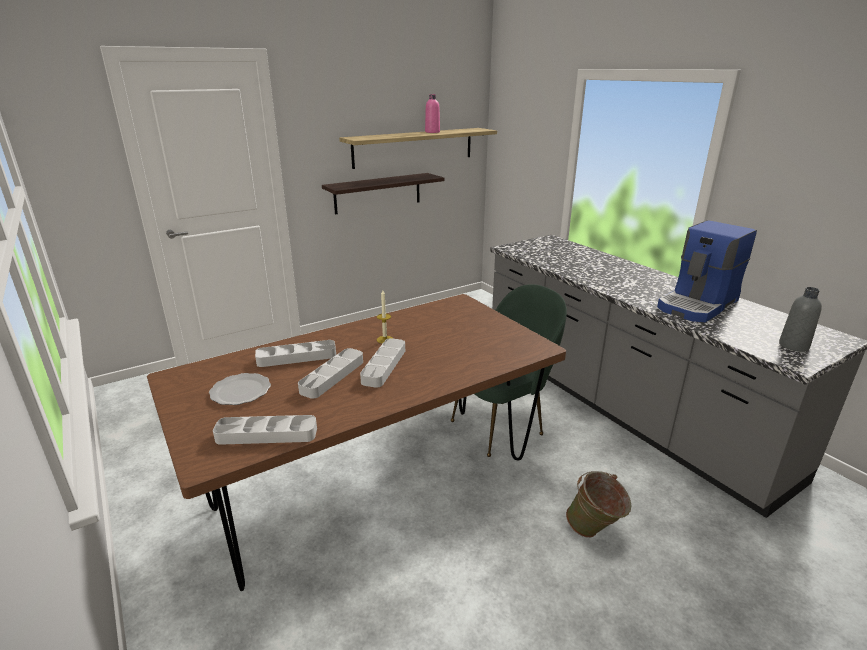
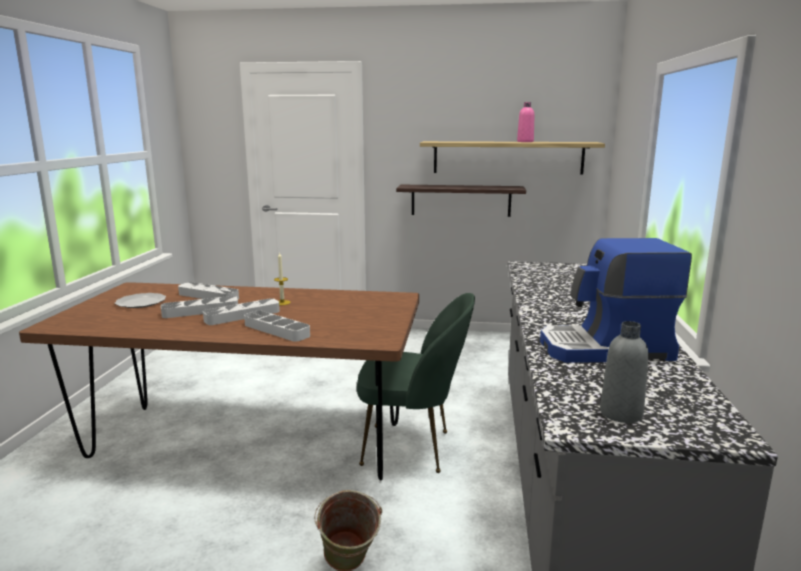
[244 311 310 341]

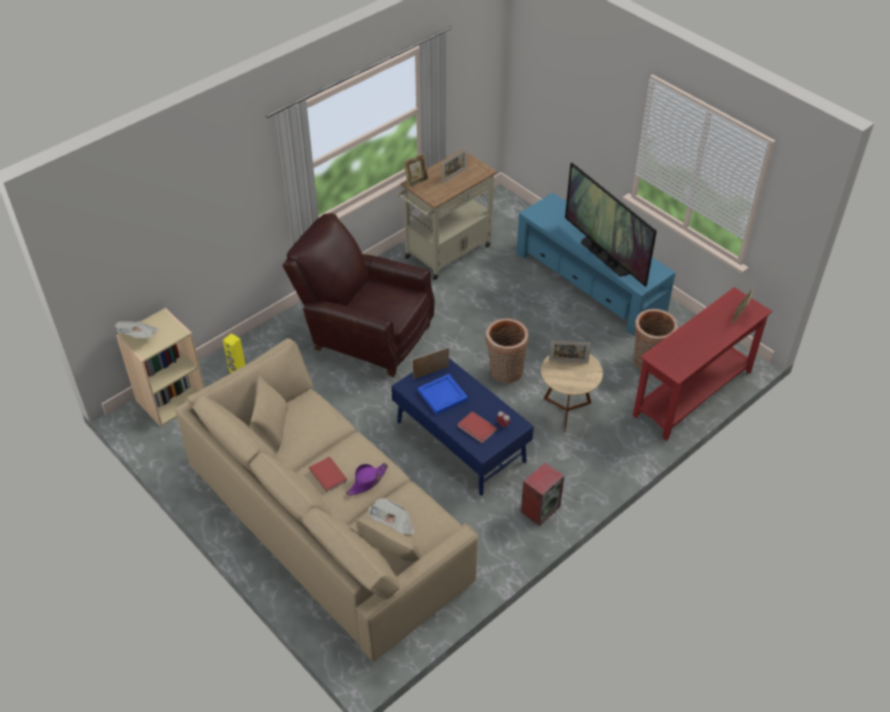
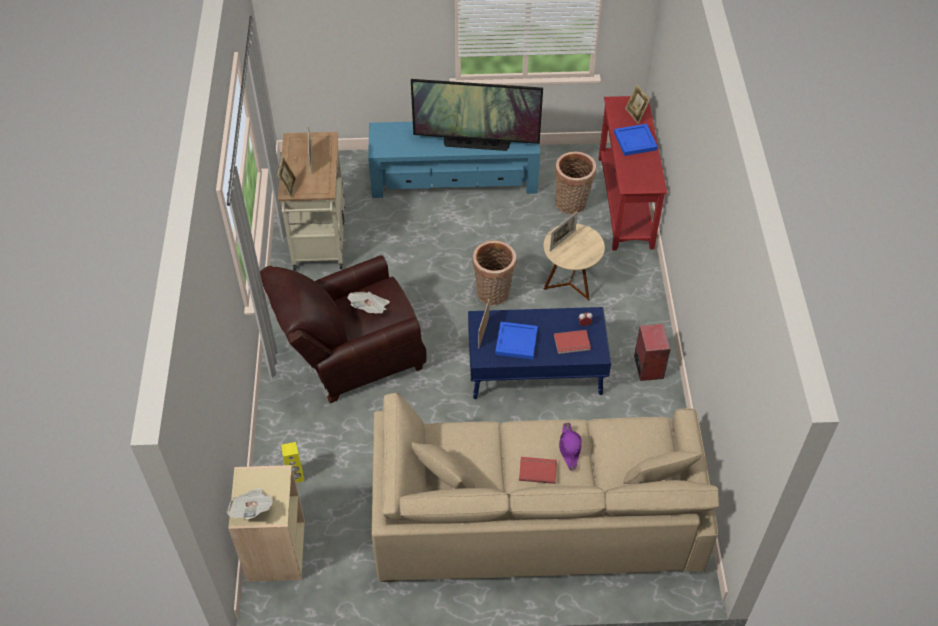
[348 292 390 314]
[614 124 658 156]

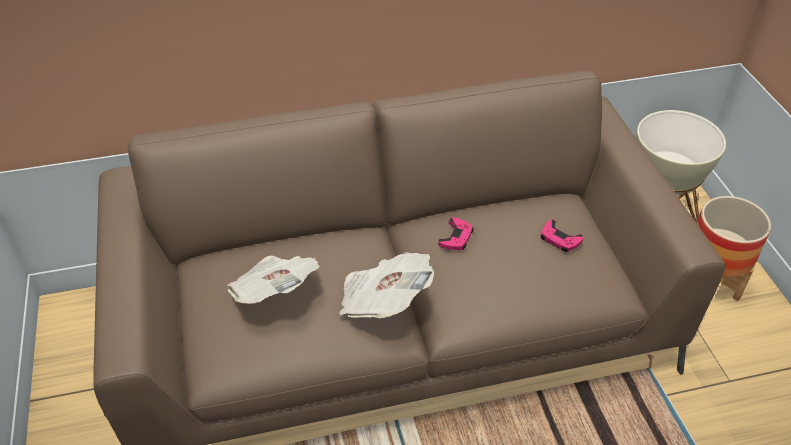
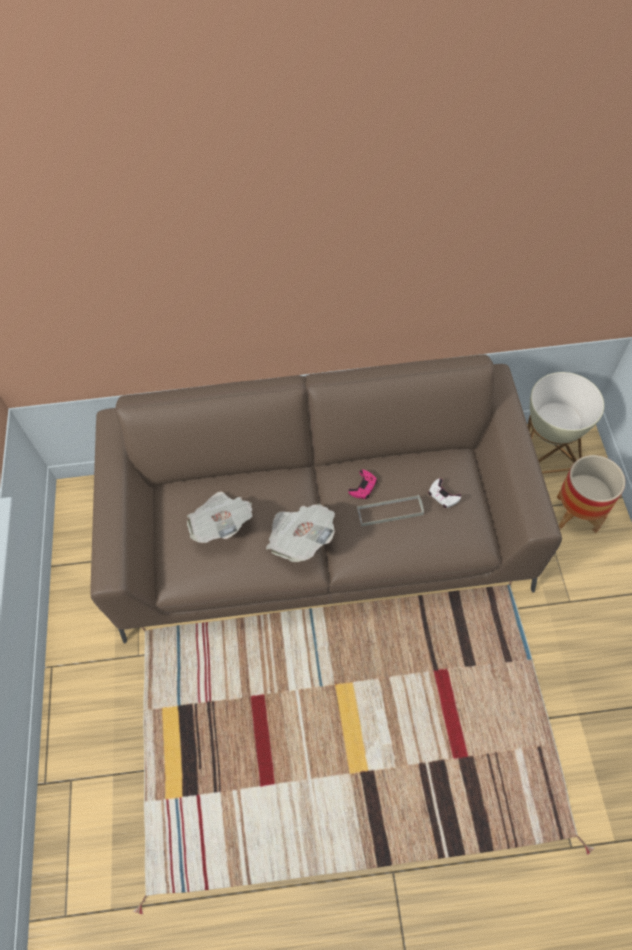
[428 478 461 508]
[357 495 424 526]

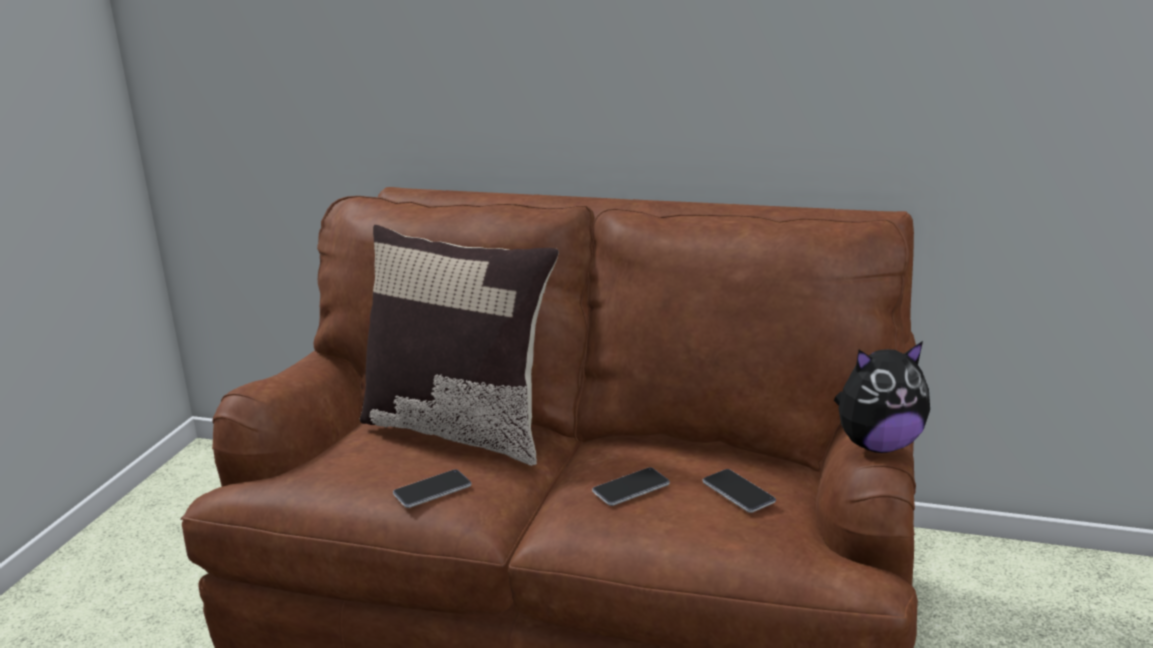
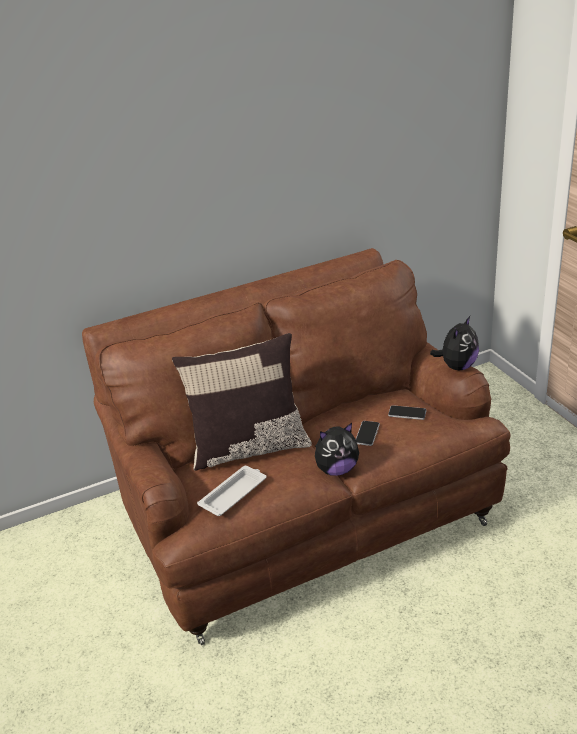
[393 469 471 508] (first image)
[315 423 359 476]
[197 466 266 516]

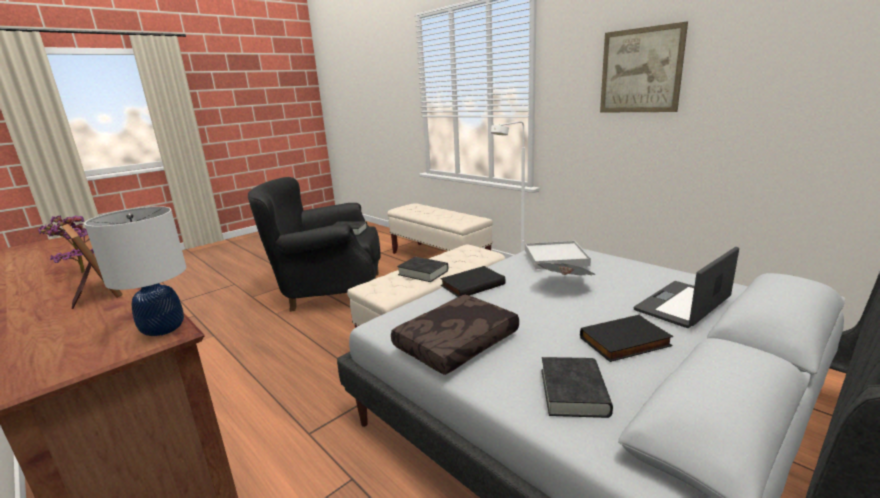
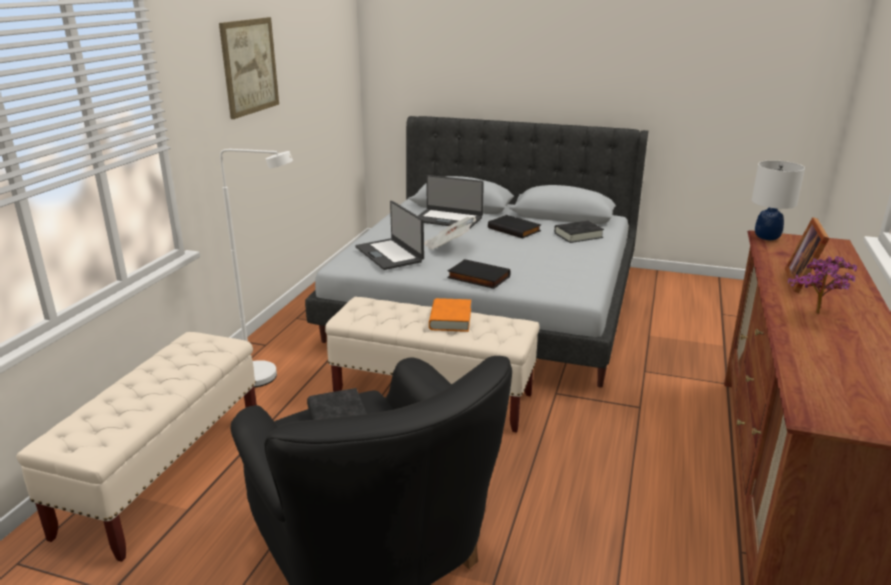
[355 201 424 270]
[429 298 471 332]
[391 295 519 375] (first image)

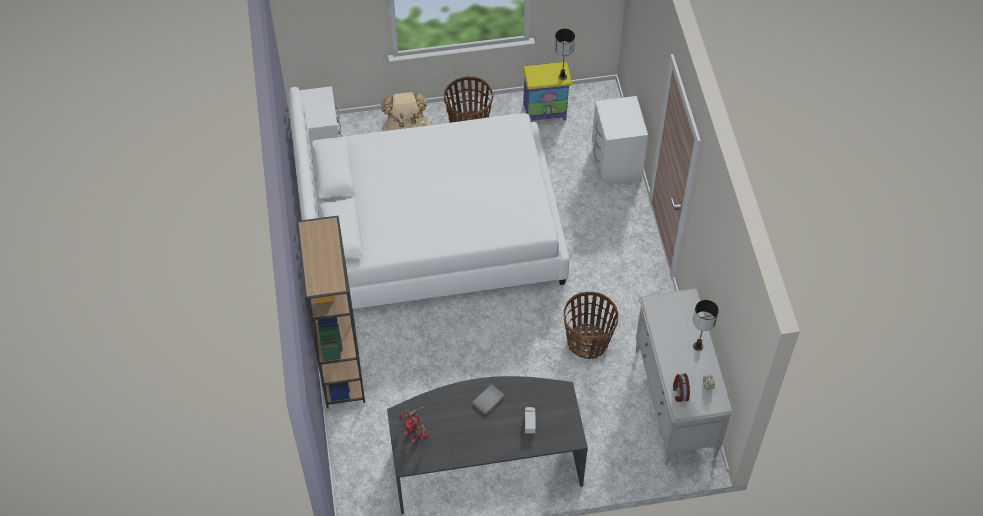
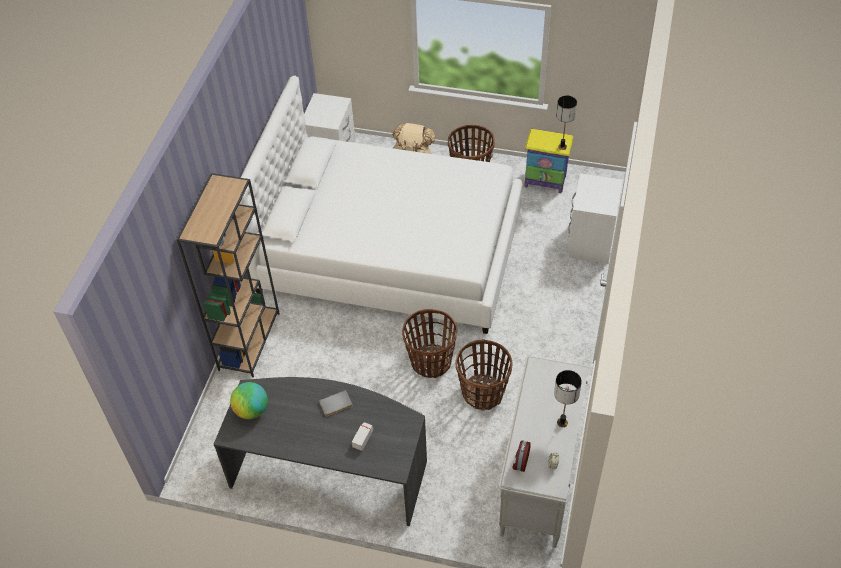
[230 382 268 419]
[402 309 457 378]

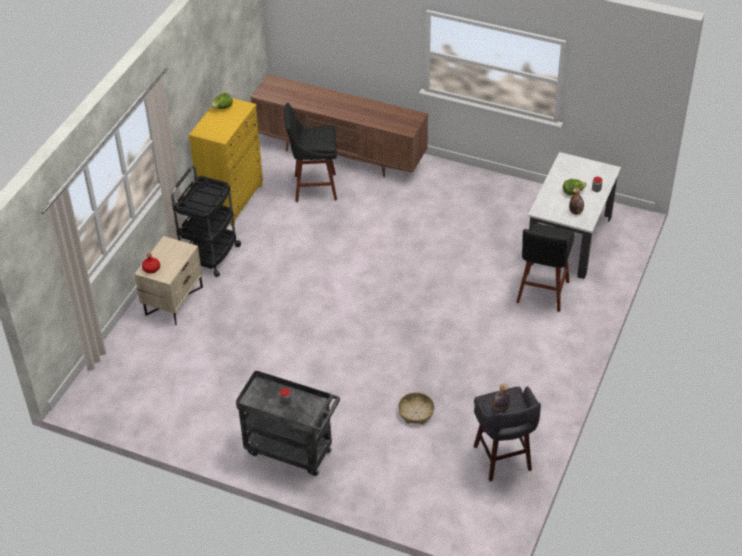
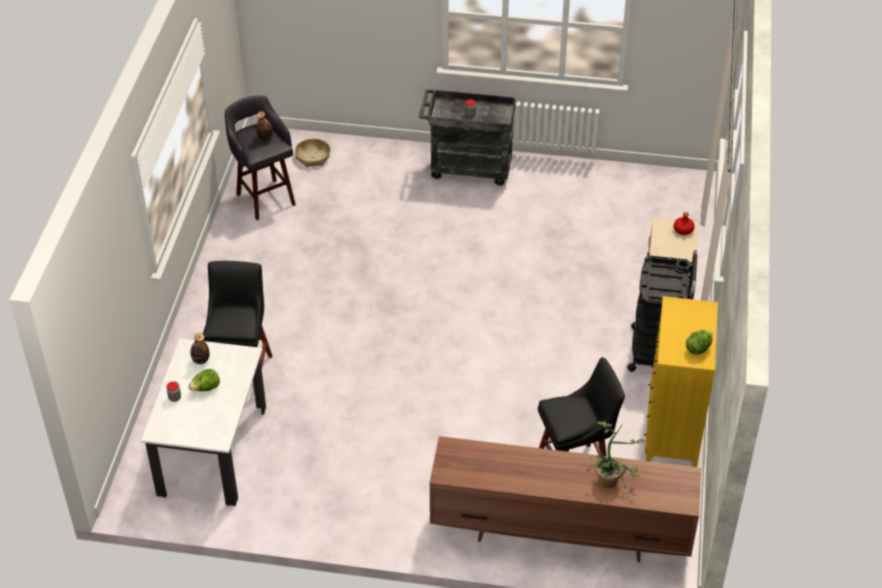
[295 139 330 167]
[587 421 645 489]

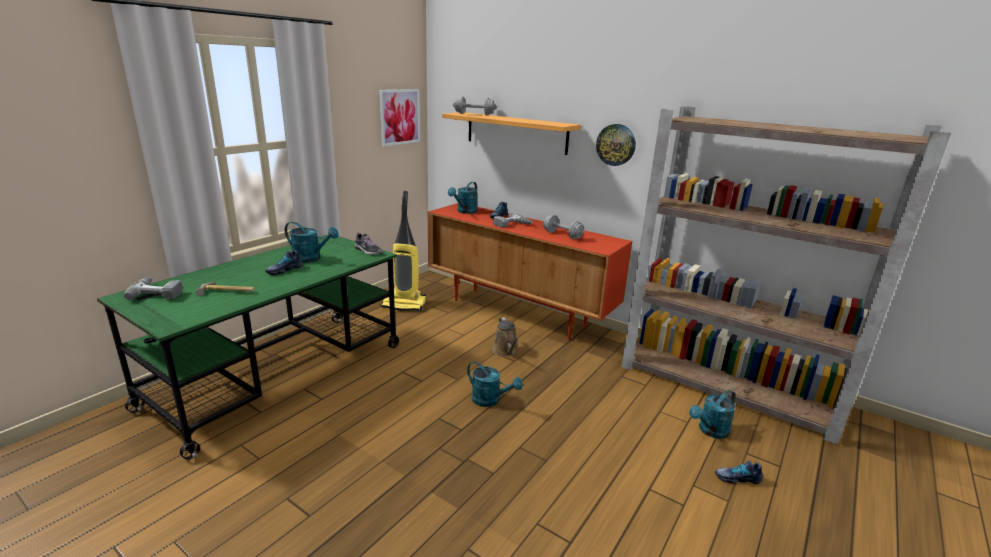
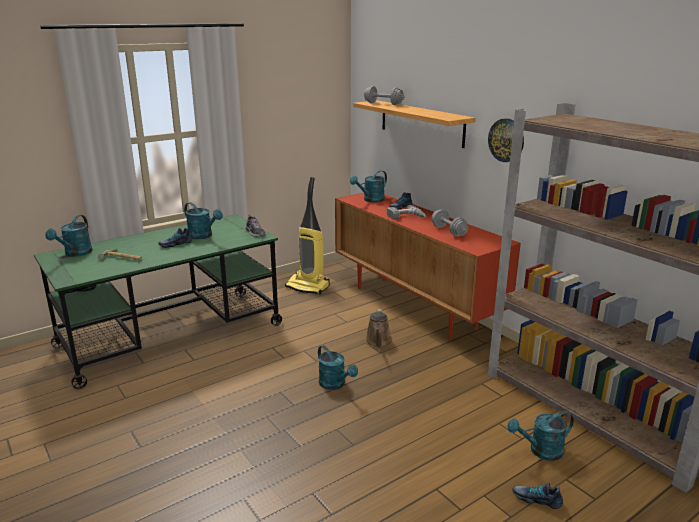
[379 89 420 146] (first image)
[45 215 93 257]

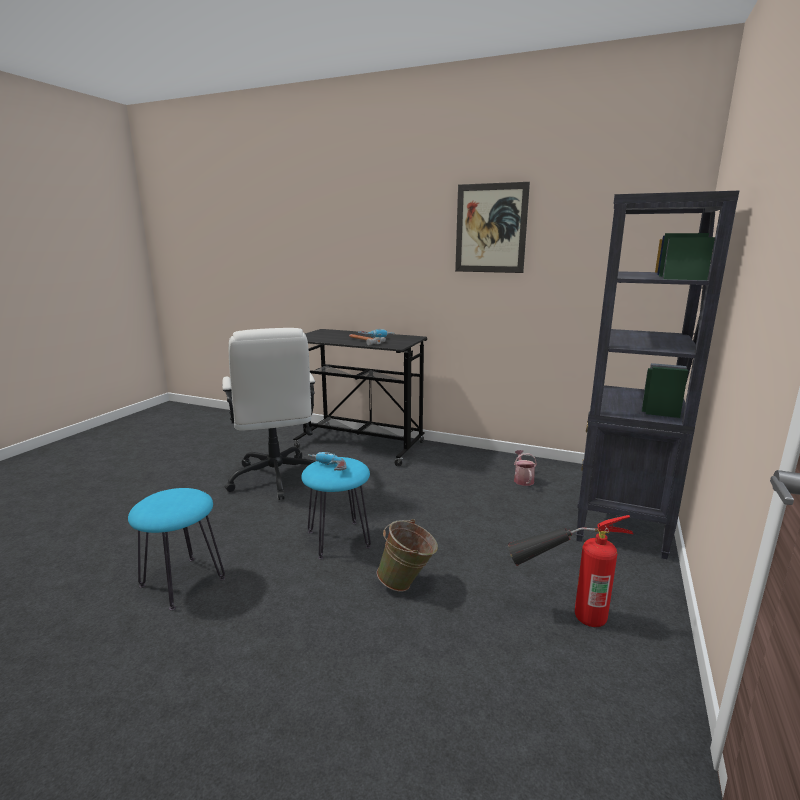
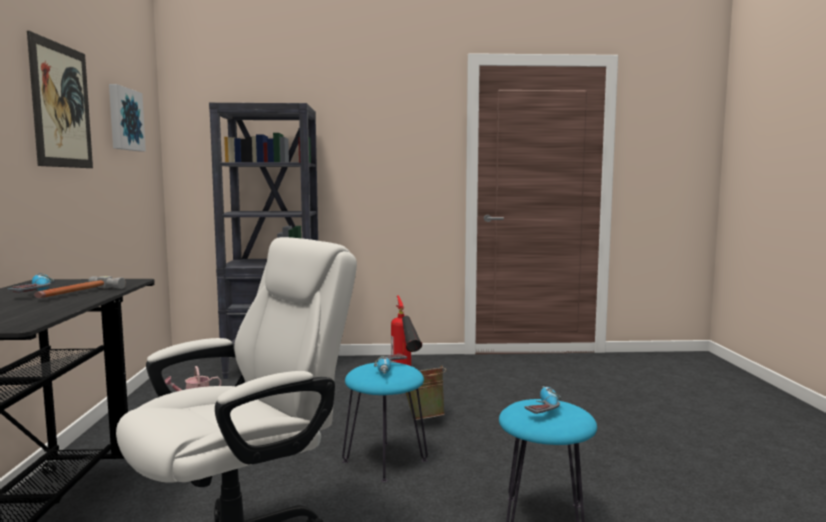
[109 84 146 151]
[525 386 562 414]

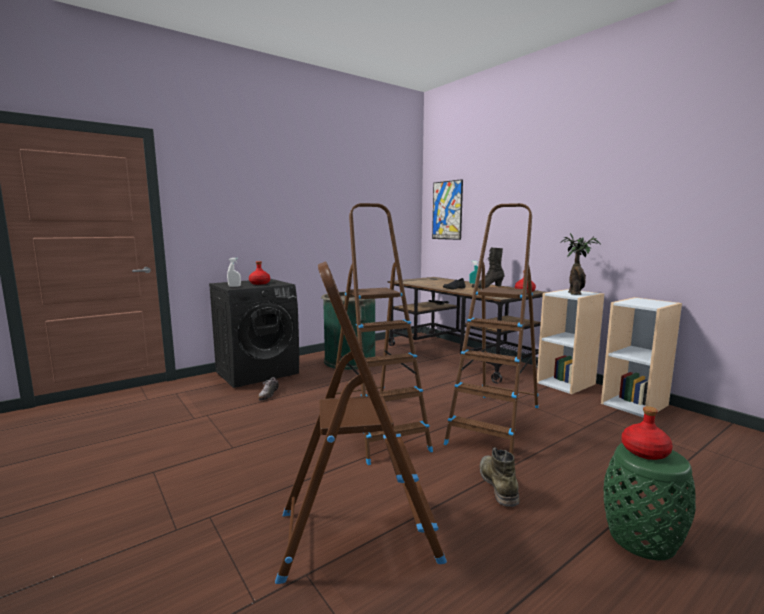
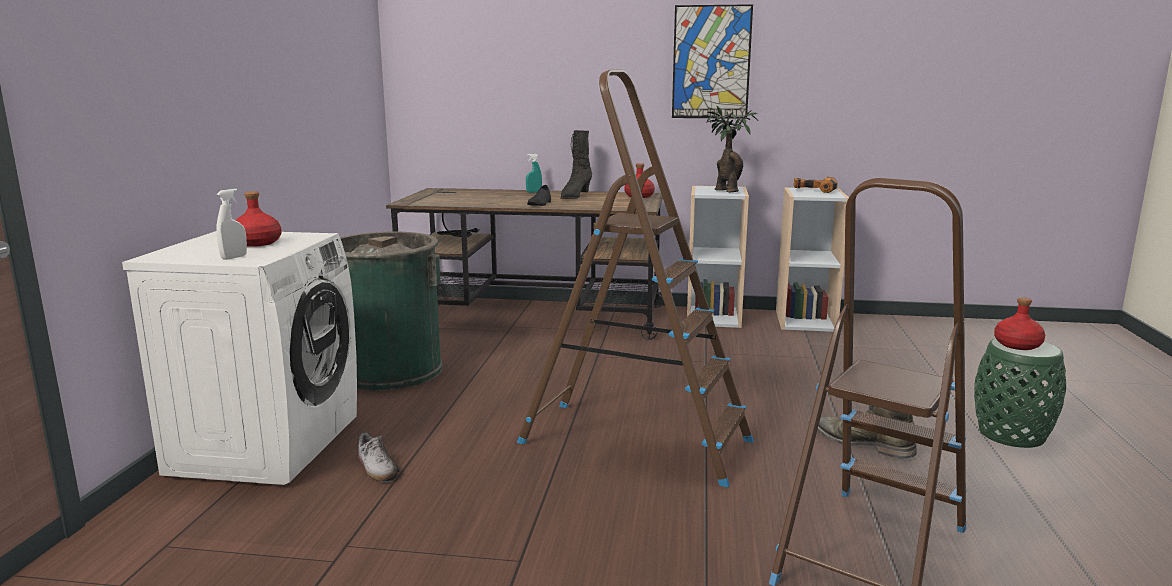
[672 4 753 119]
[444 203 539 455] (first image)
[122 231 357 485]
[794 177 838 193]

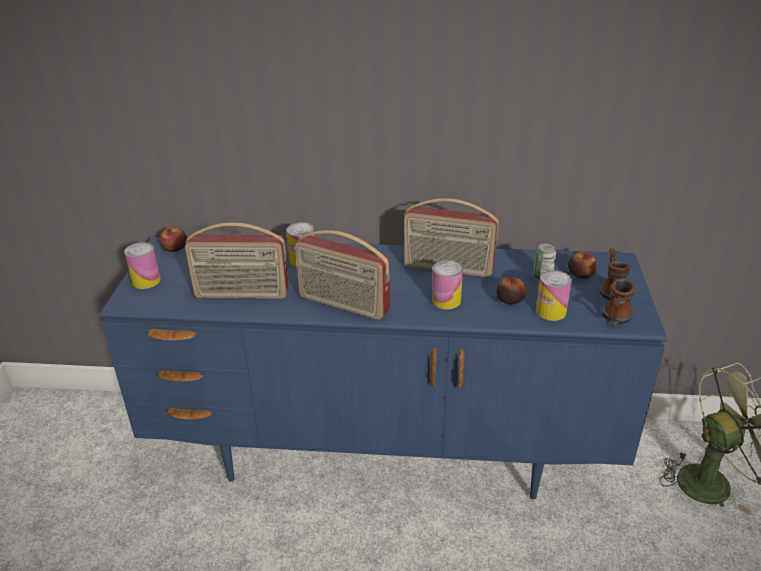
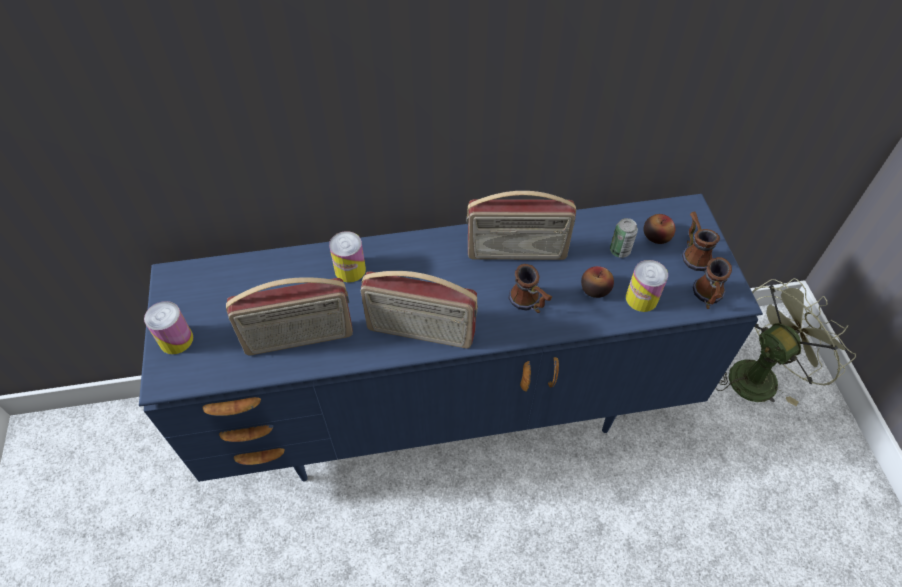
[159 227 187 252] (first image)
[509 264 552 313]

